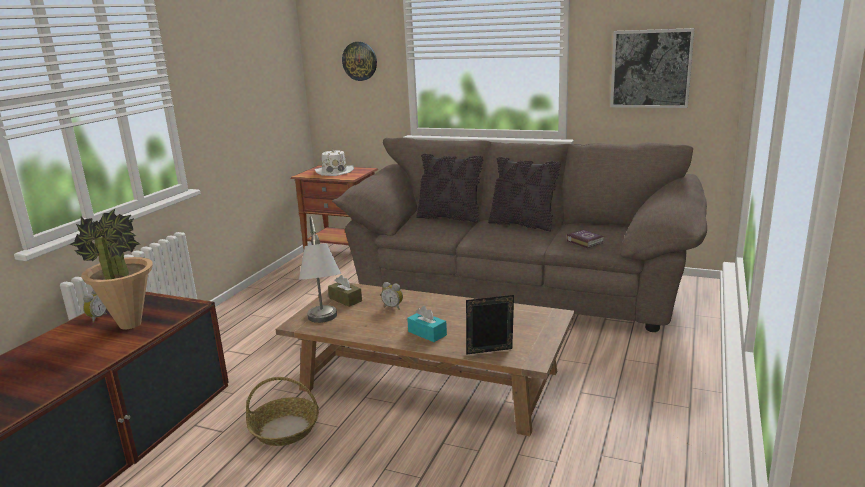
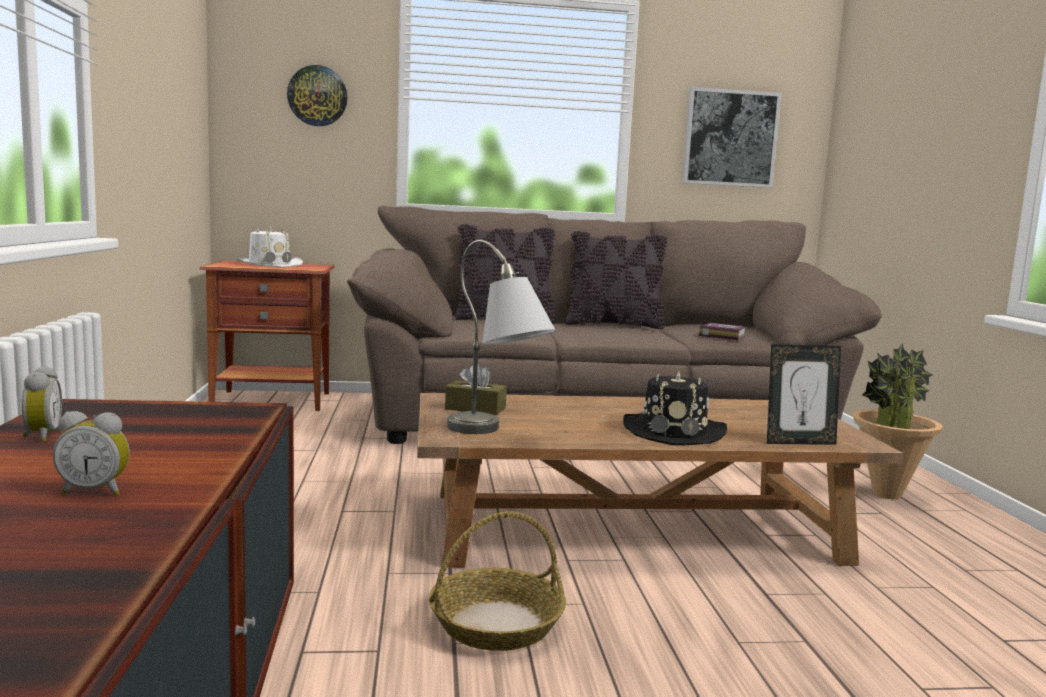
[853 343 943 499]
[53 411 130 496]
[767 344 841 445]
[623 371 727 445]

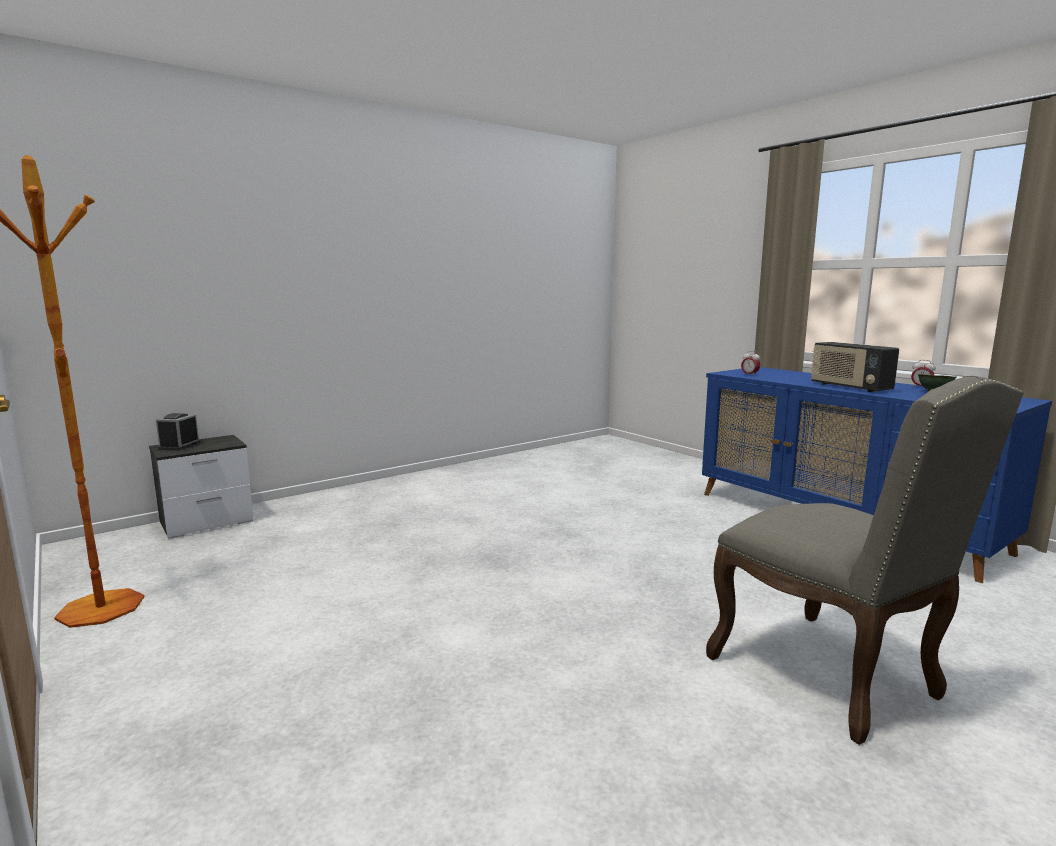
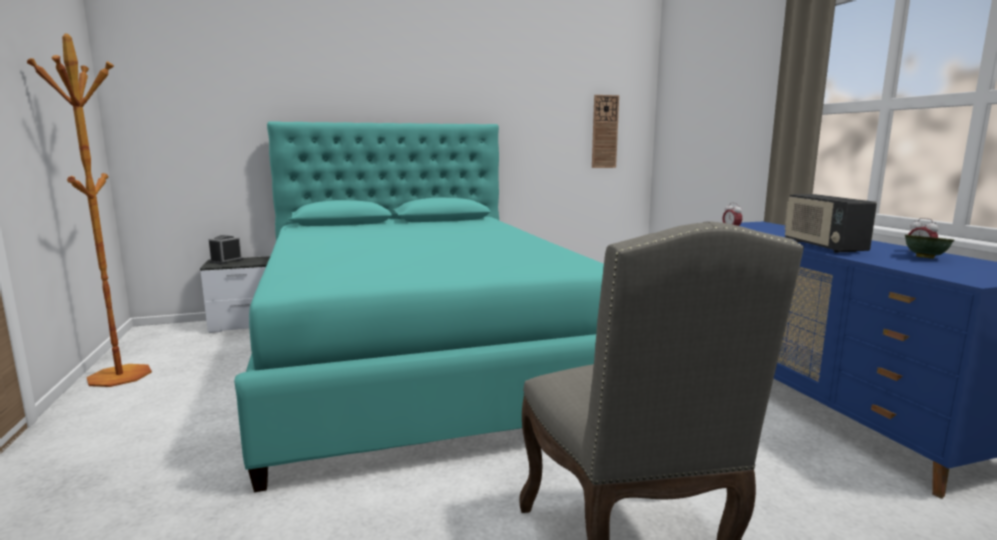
[592 95 619 168]
[234 121 604 492]

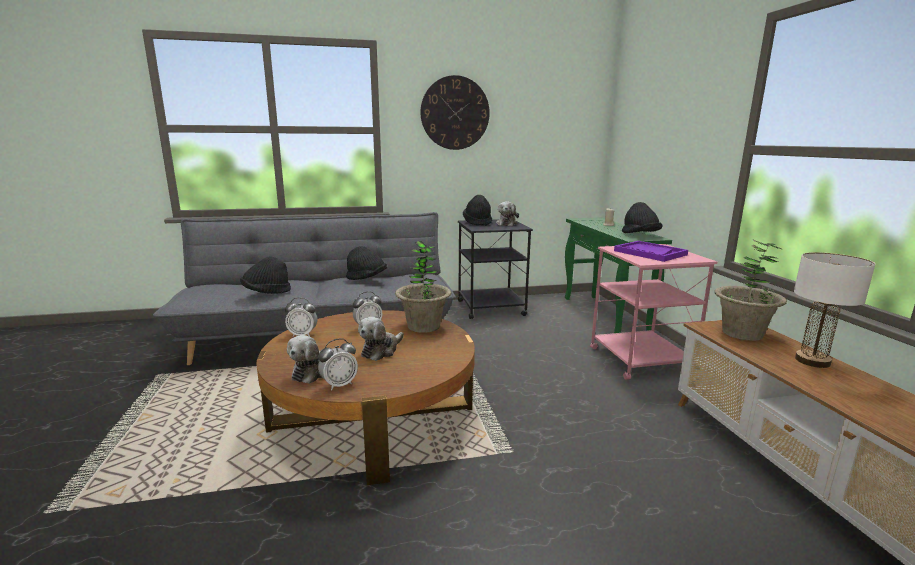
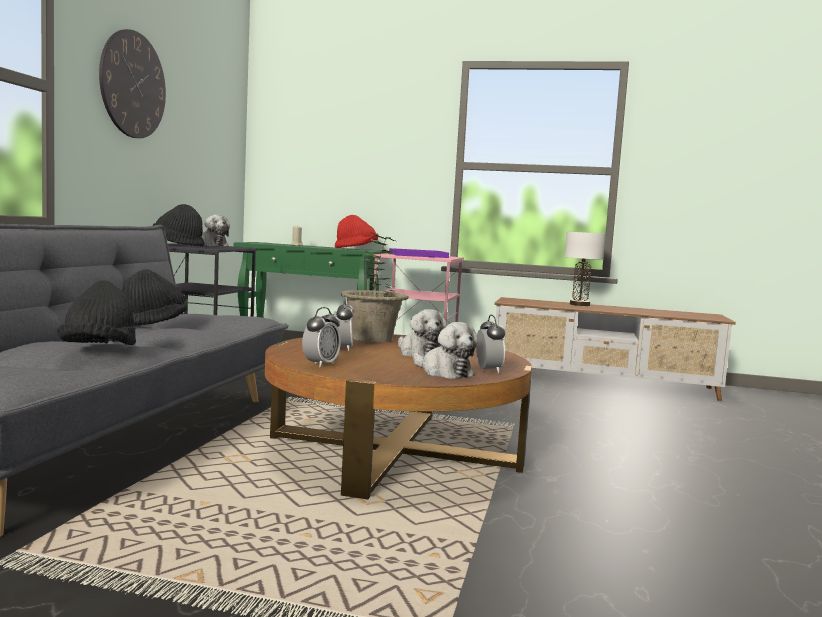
[335 215 378 248]
[714 239 787 341] (first image)

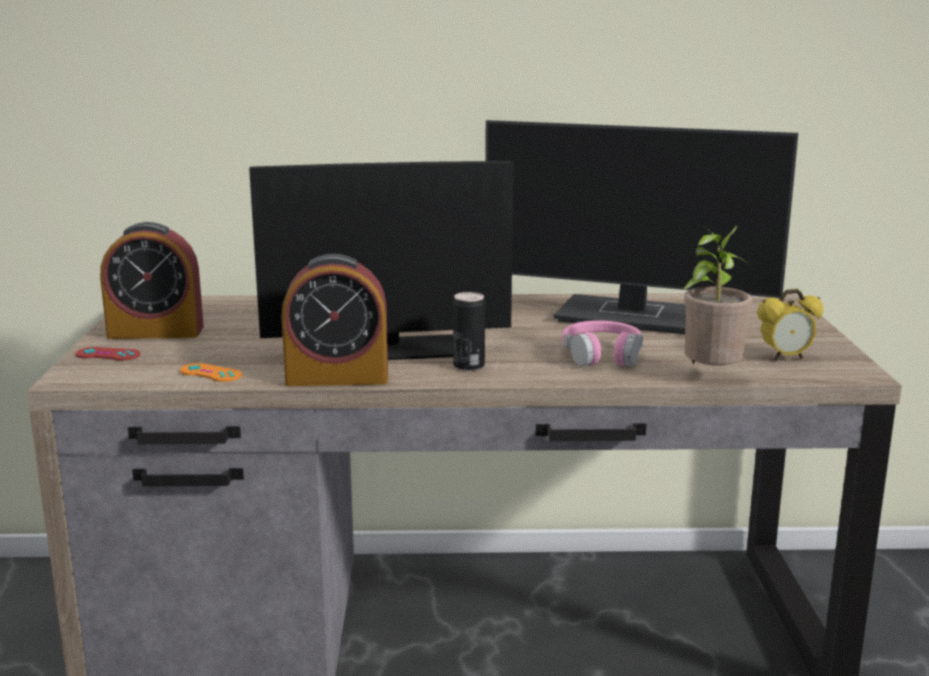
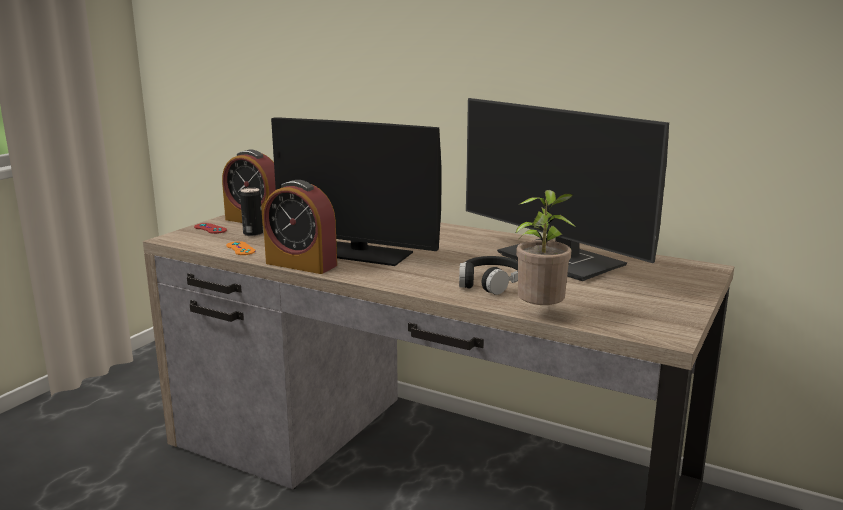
[757 289 823 361] (first image)
[240 188 263 236]
[459 256 518 295]

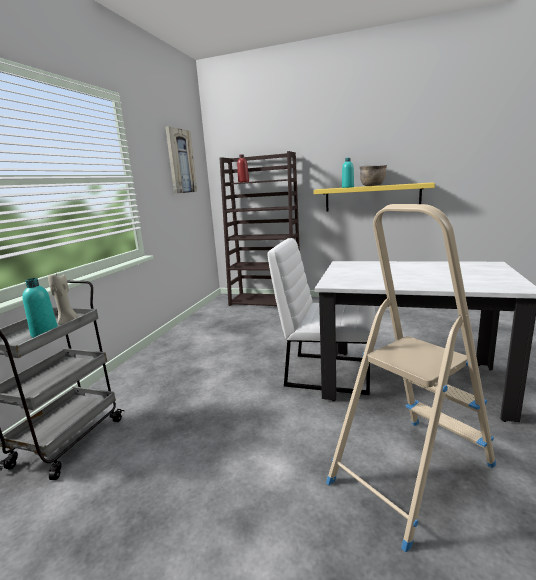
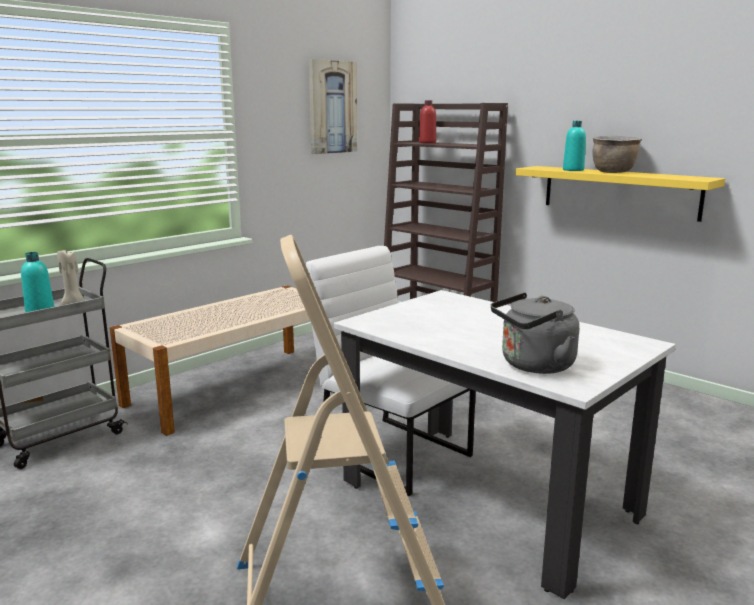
[110 285 310 436]
[491 292 579 374]

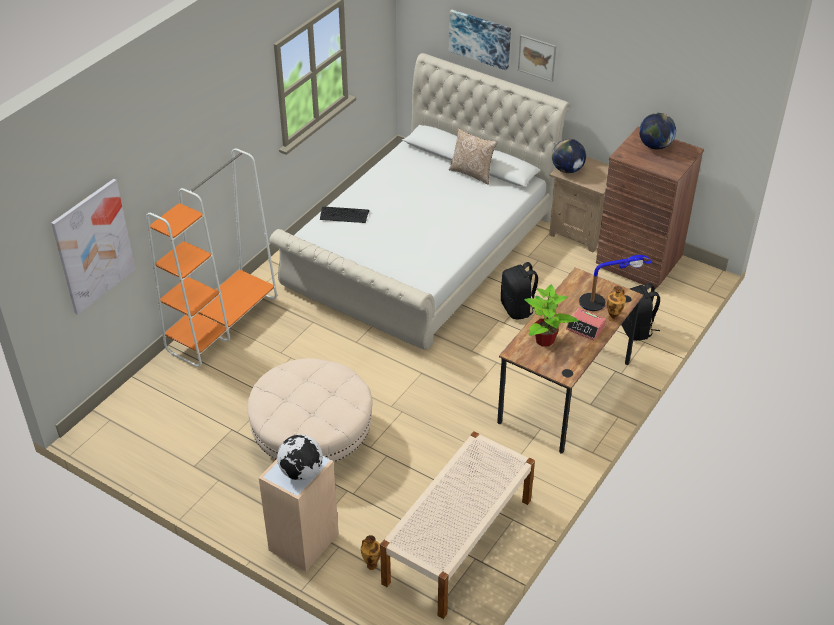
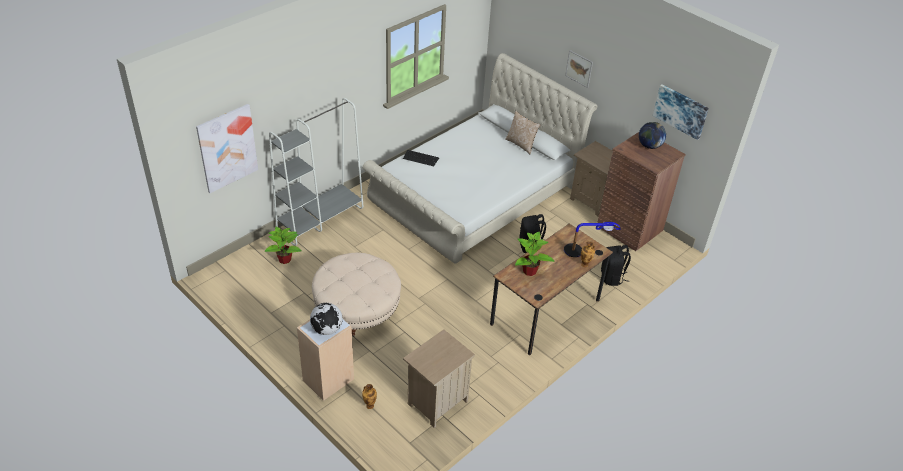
[653 84 709 140]
[552 139 586 173] (first image)
[269 98 363 246]
[566 308 606 340] (first image)
[403 329 475 428]
[265 227 302 264]

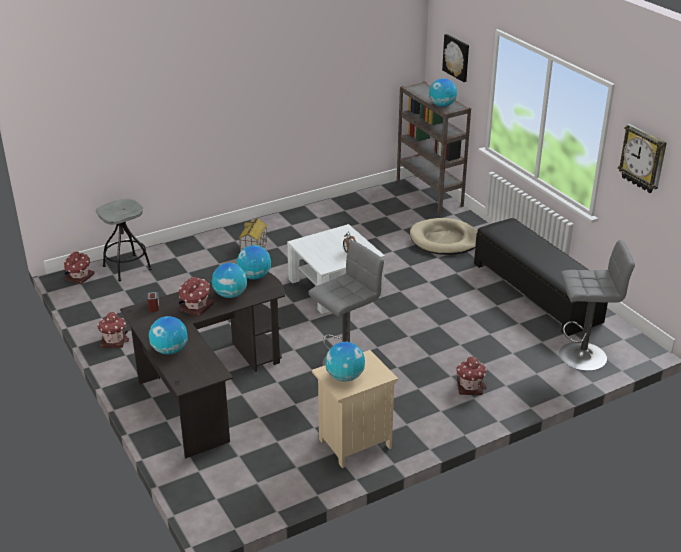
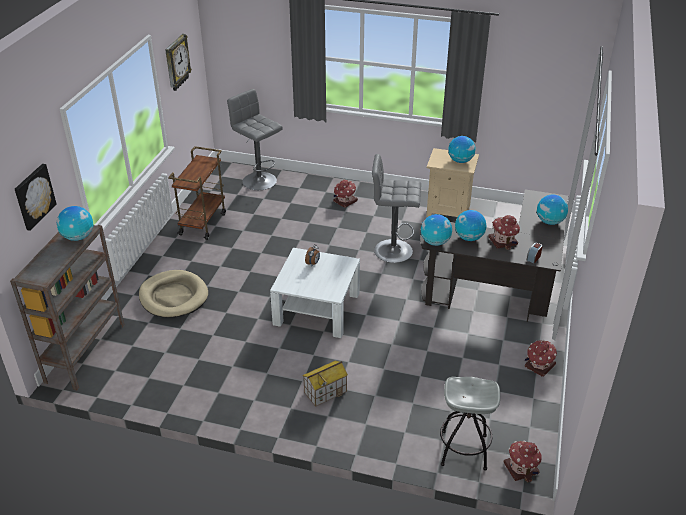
[168 146 226 240]

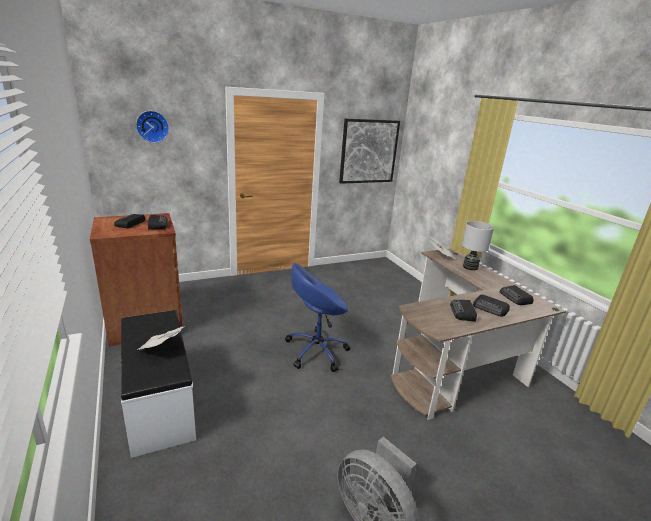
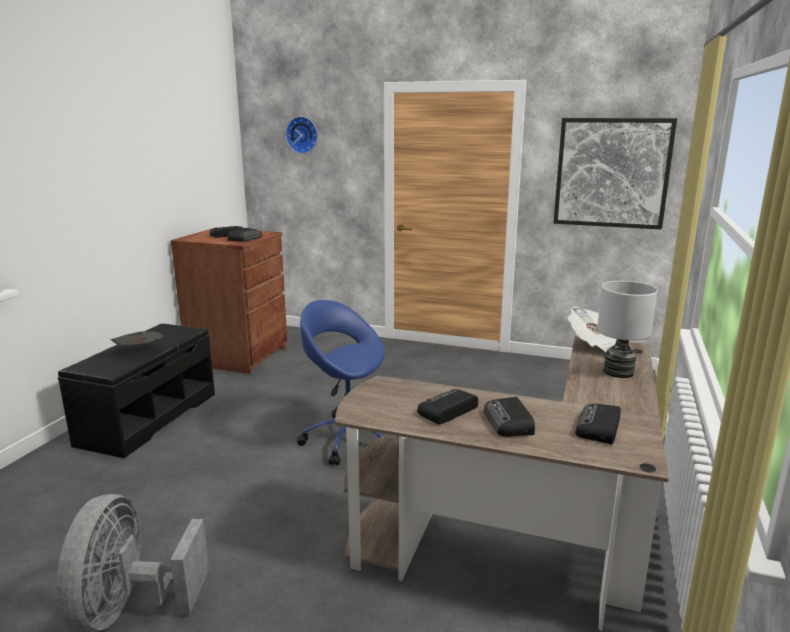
[58 324 215 458]

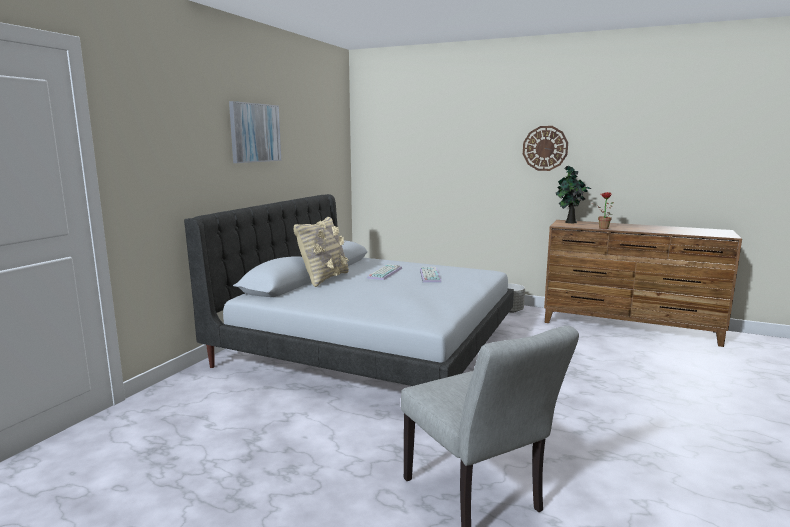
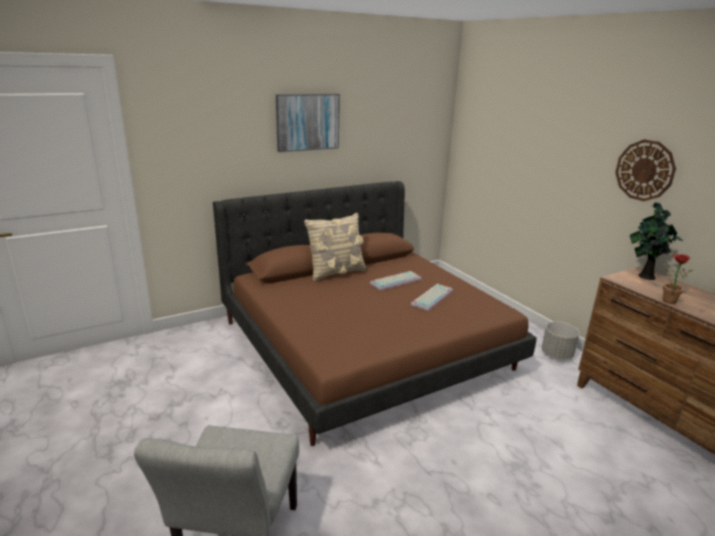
[213 181 537 446]

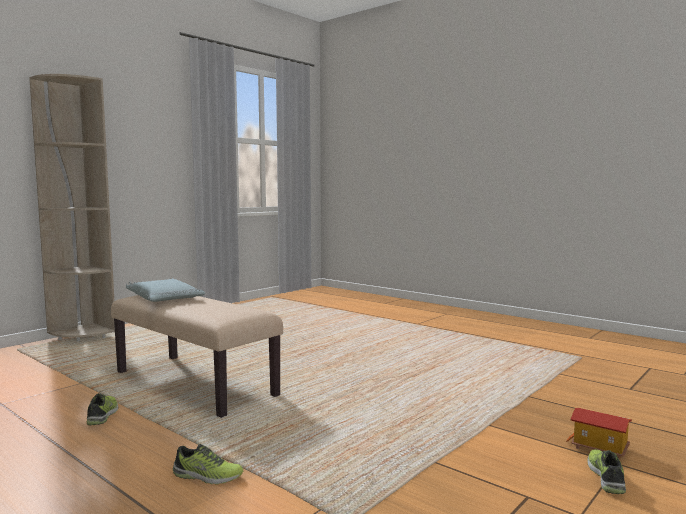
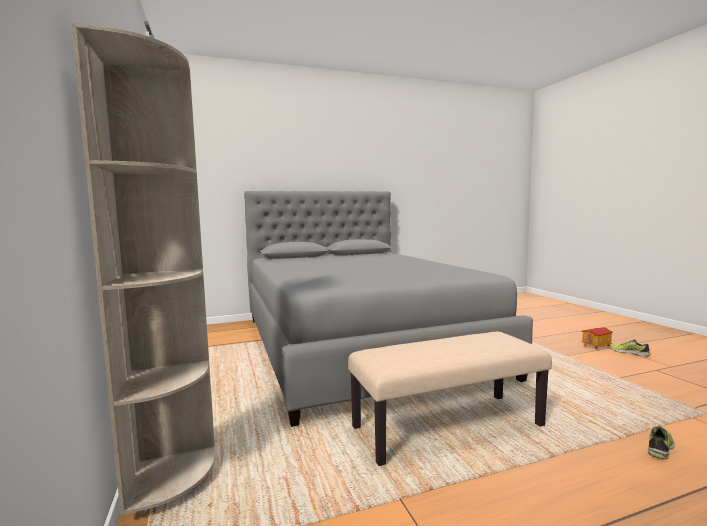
[126 278 205 302] (first image)
[87 393 118 425] (first image)
[244 191 533 427]

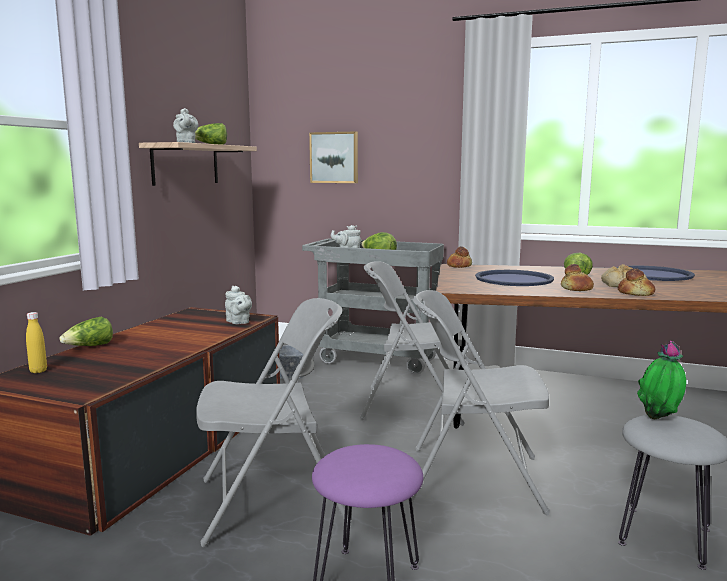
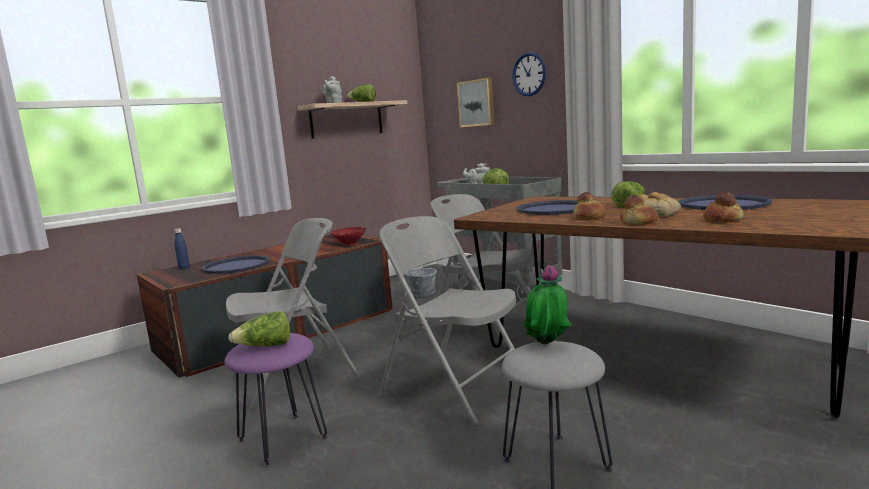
[703 192 744 222]
[331 226 366 246]
[226 218 360 412]
[174 228 190 269]
[228 311 290 346]
[512 52 546 96]
[202 255 270 274]

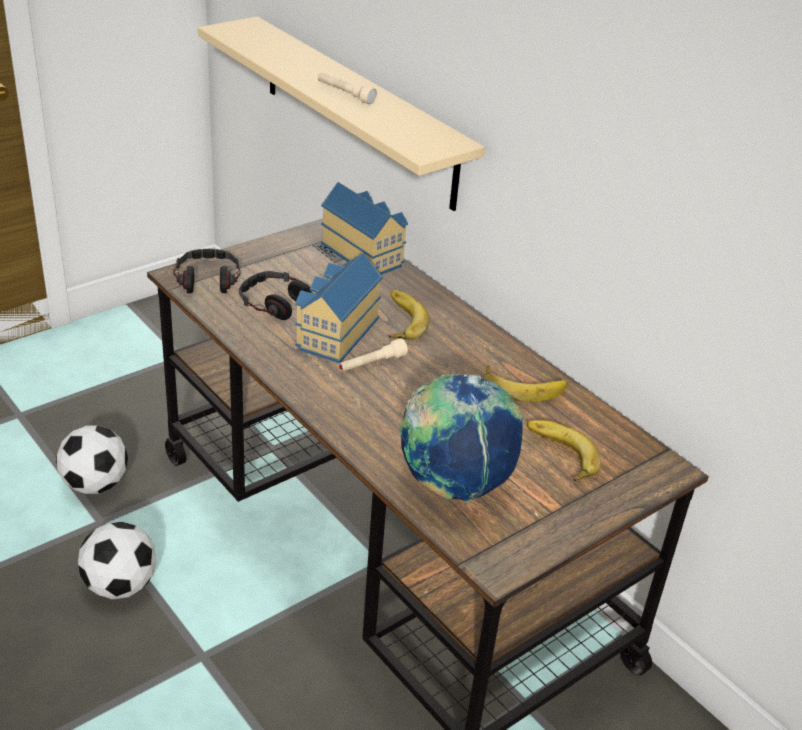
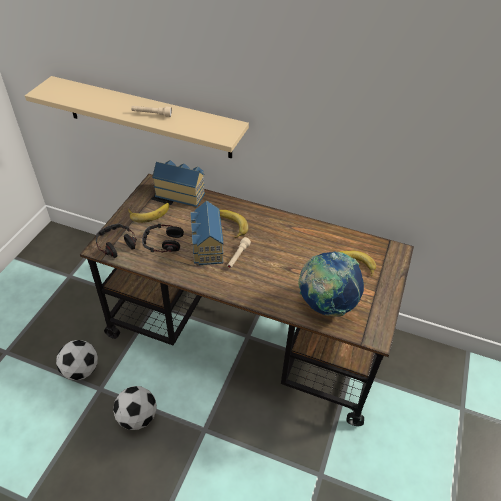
[128 203 169 223]

